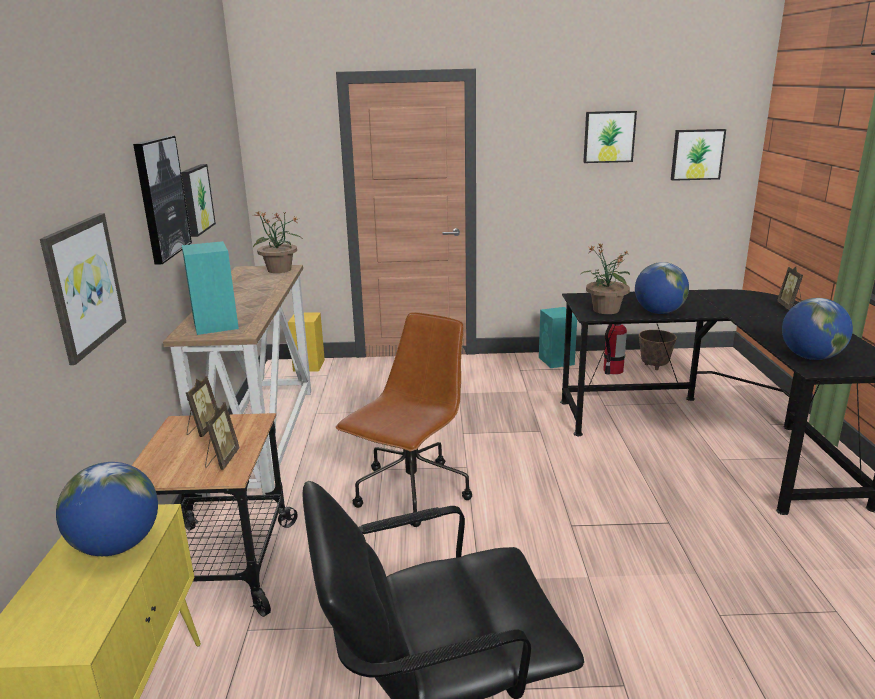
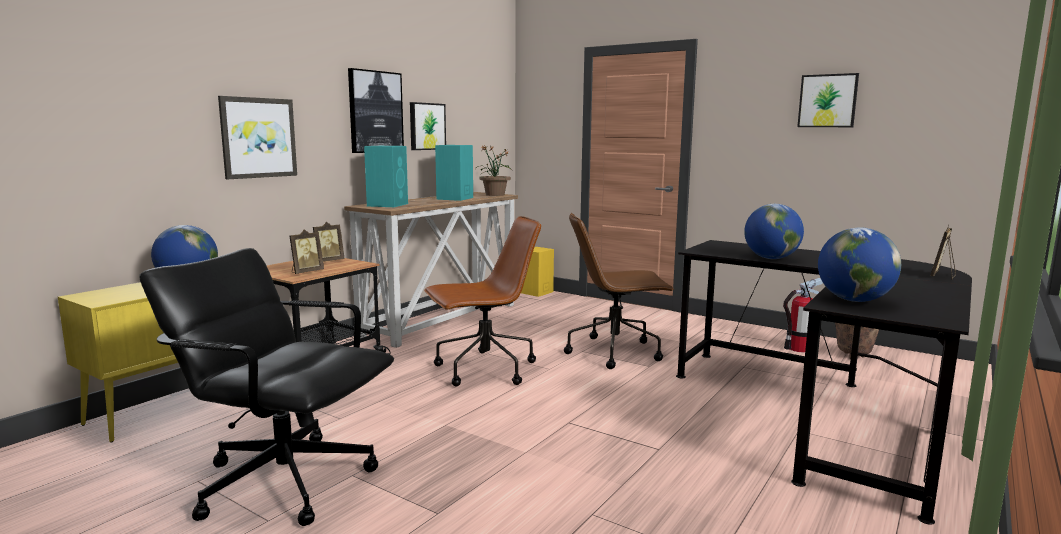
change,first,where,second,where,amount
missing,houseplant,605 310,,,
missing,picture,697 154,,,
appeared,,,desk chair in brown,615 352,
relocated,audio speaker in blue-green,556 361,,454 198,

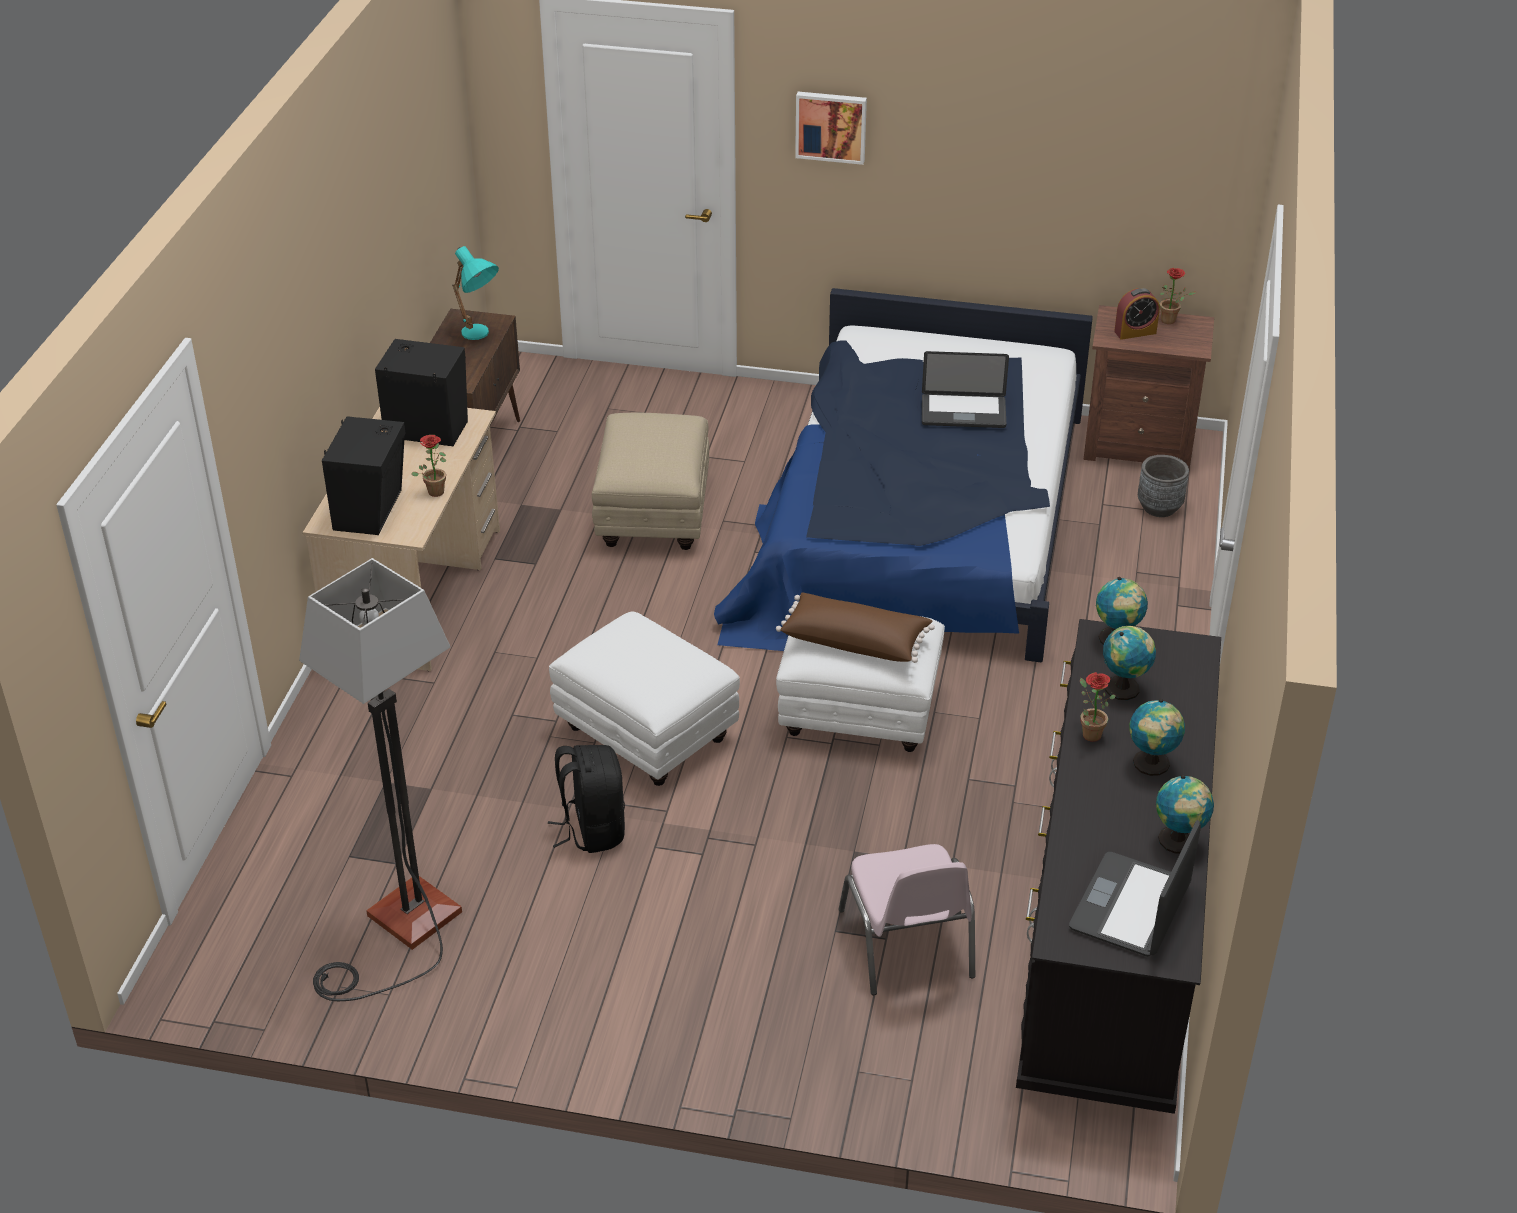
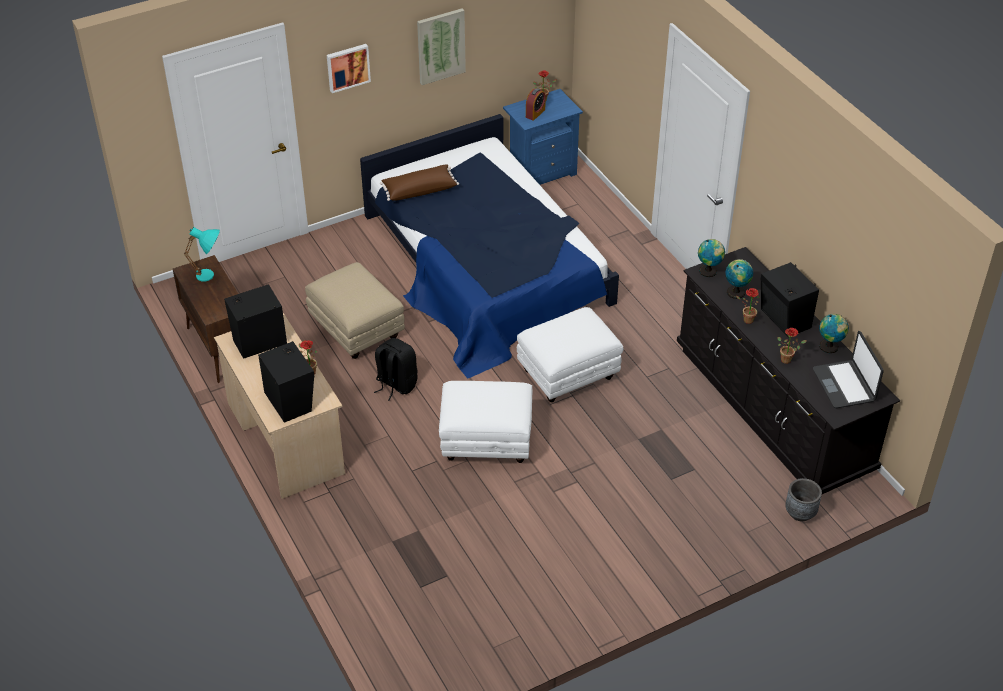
change,first,where,second,where,amount
missing,standing lamp,401 931,,,
missing,chair in pink,907 945,,,
missing,portable computer,963 412,,,
appeared,,,picture,440 46,
appeared,,,houseplant,788 359,
relocated,knapsack in black,592 829,,395 384,
relocated,pillow in brown,855 640,,419 190,
relocated,flower pot in gray,1159 508,,800 512,
exchanged,world globe,1151 765,audio speaker in black,784 320,
colour,nightstand in brown,1139 446,nightstand in bluish,541 172,

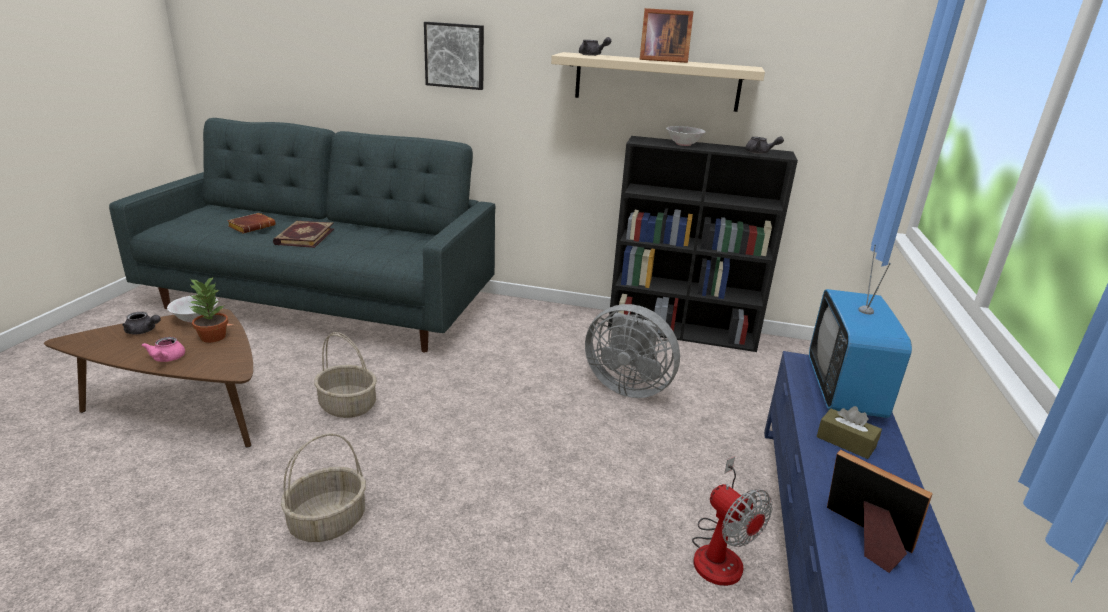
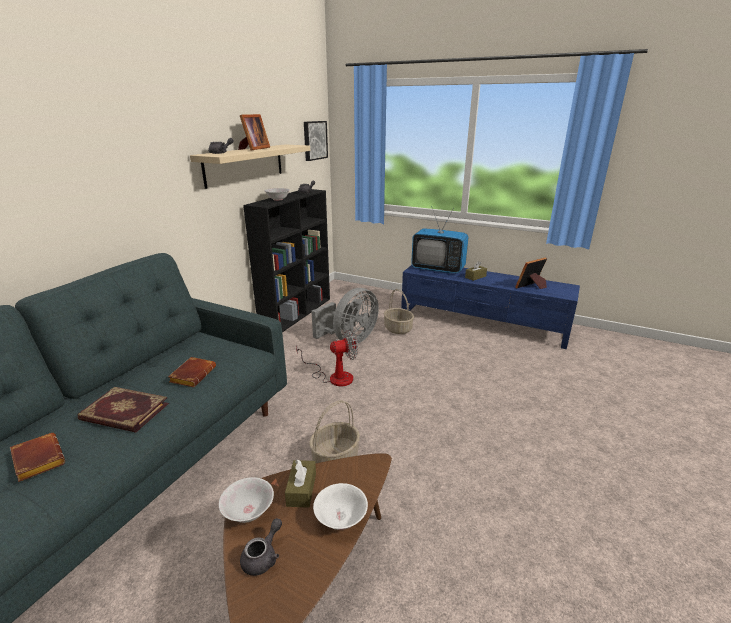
change,first,where,second,where,amount
appeared,,,book in brown,193 374,
relocated,basket,327 523,,398 329,
relocated,picture,455 55,,314 140,
relocated,electric fan,719 552,,334 376,
exchanged,teapot in pink,166 359,bowl in white-coloured,341 518,
exchanged,houseplant,212 337,box of tissues in brown,301 489,

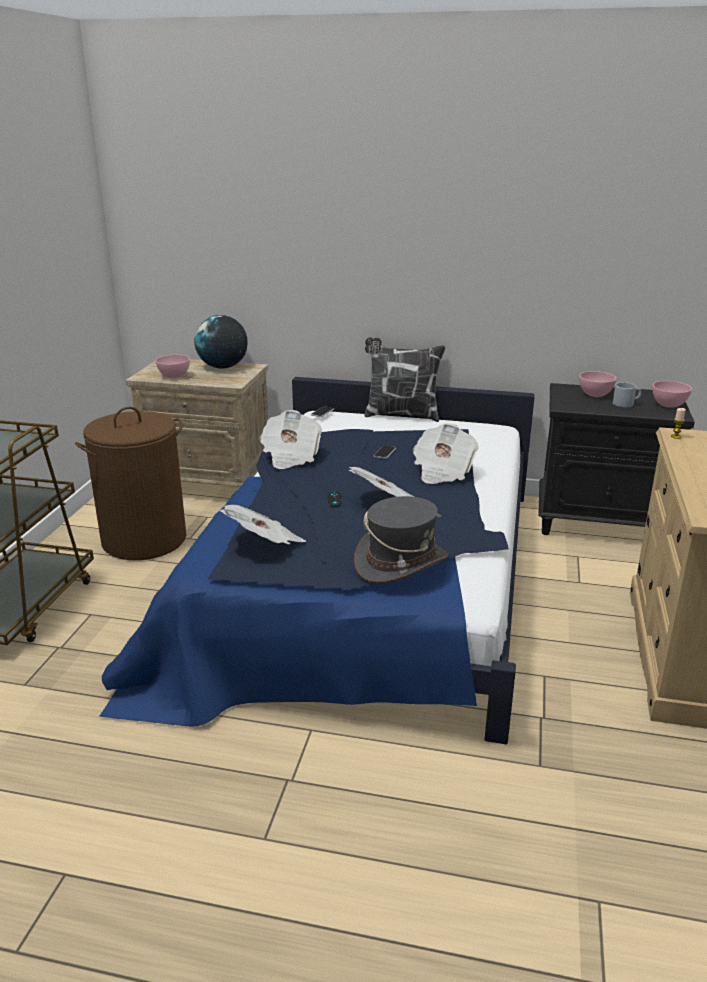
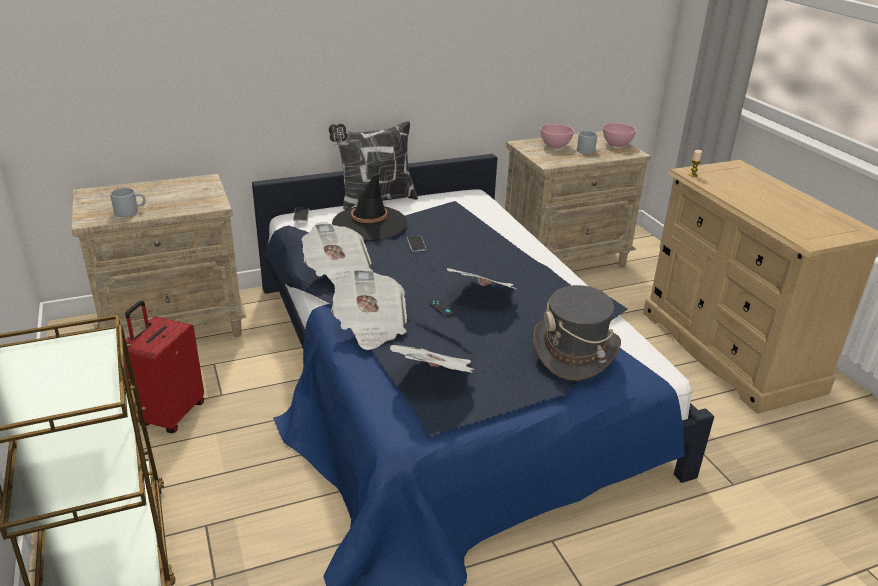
change,first,where,second,where,amount
missing,world globe,223 367,,,
appeared,,,hat in black,369 224,
relocated,daily paper,442 471,,370 327,
exchanged,hamper in brown,144 539,suitcase in reddish,170 414,
exchanged,bowl in pink,174 376,mug in gray,130 211,
colour,nightstand in black,601 523,nightstand in beige-coloured,565 258,

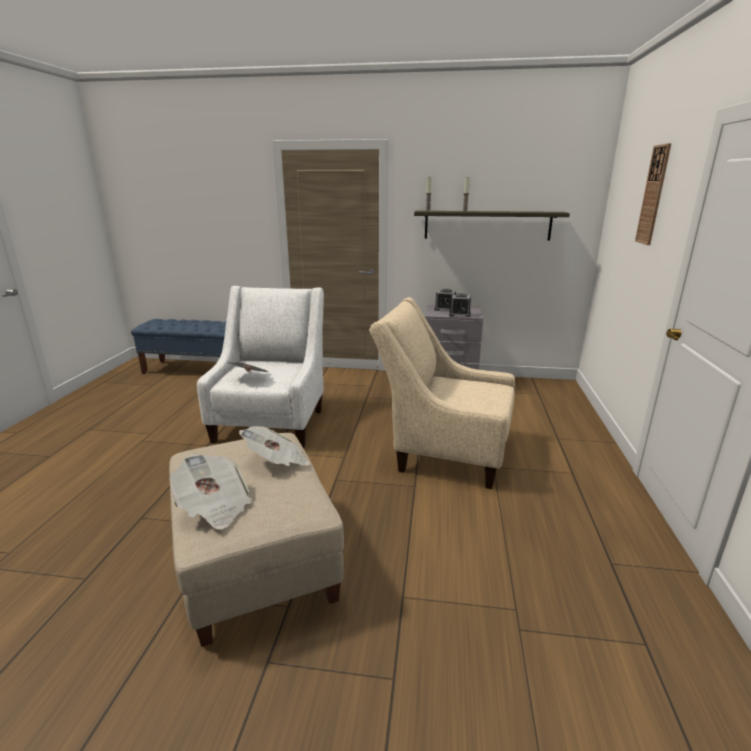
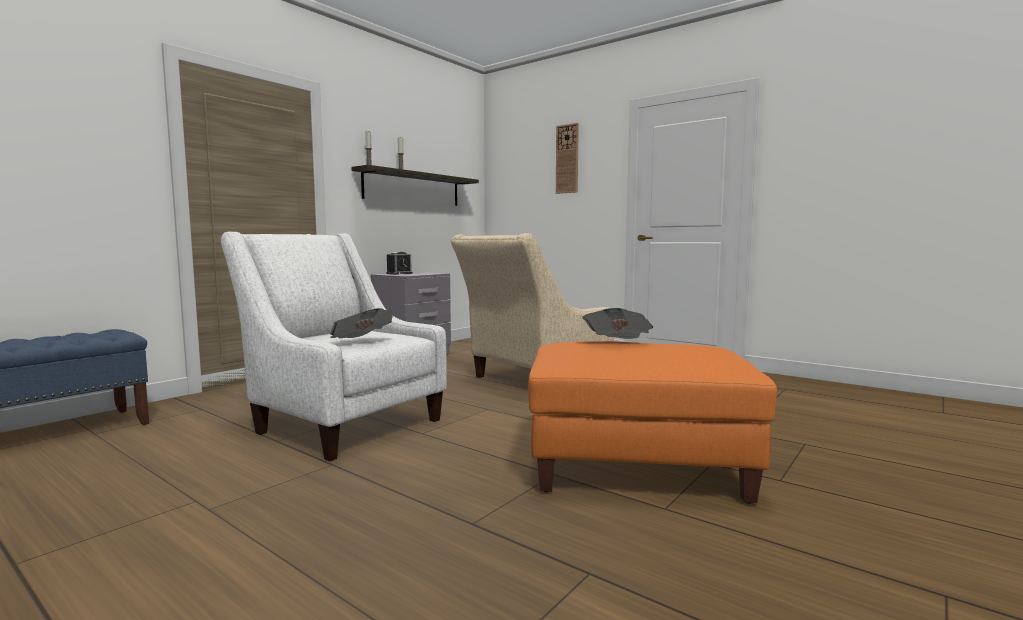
change,first,where,second,where,amount
missing,daily paper,214 506,,,
missing,table clock,459 314,,,
colour,footrest in beige-coloured,256 562,footrest in orange,637 467,

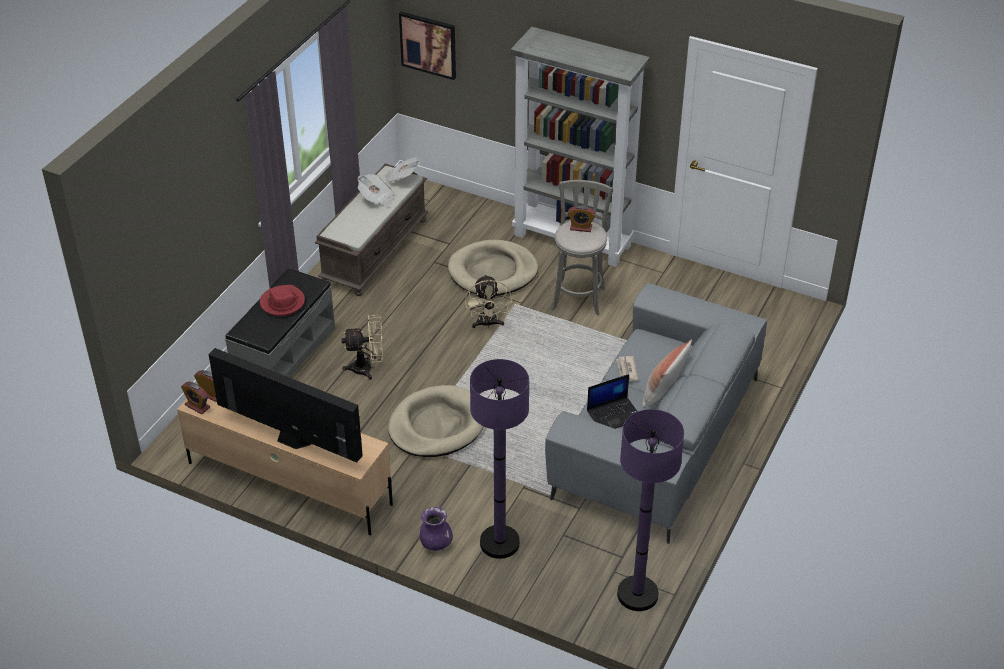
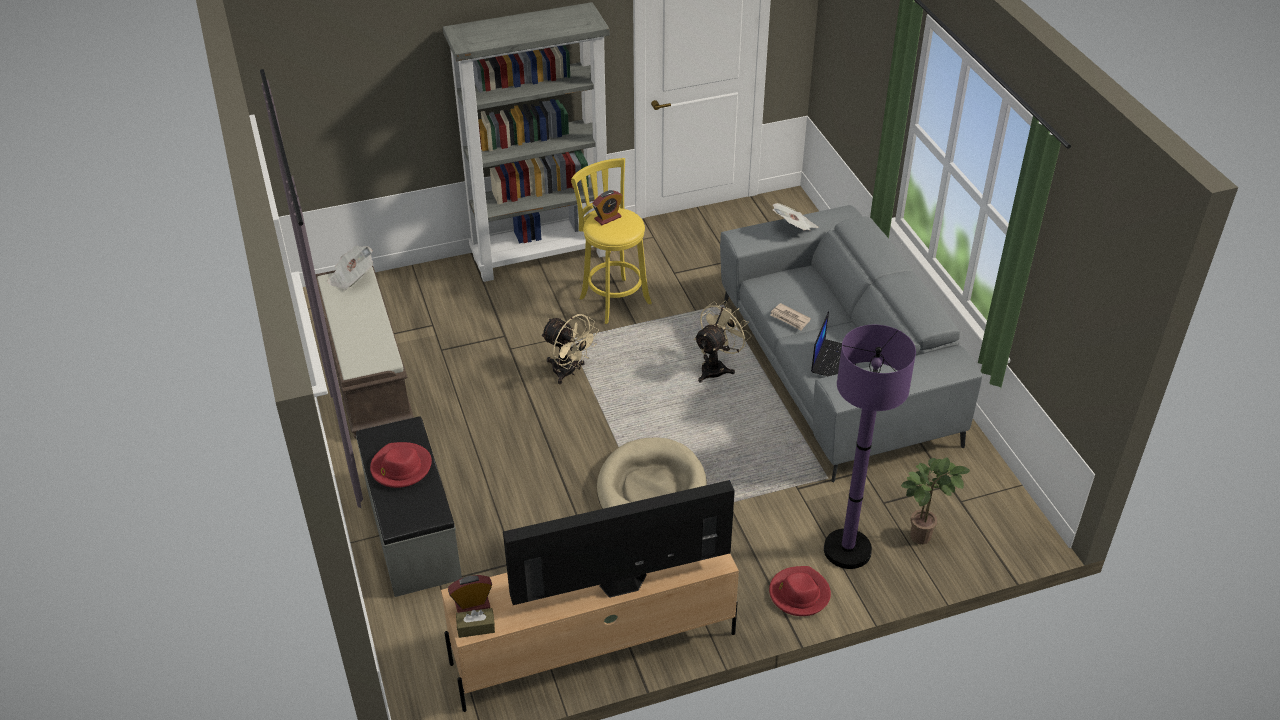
change,first,where,second,where,amount
missing,picture,428 44,,,
missing,dog cushion in beige-coloured,493 272,,,
missing,standing lamp in purple,637 594,,,
missing,pillow,663 393,,,
appeared,,,houseplant,922 534,
relocated,electric fan in beige-coloured,367 368,,717 367,
relocated,daily paper,377 198,,794 227,
exchanged,table clock,197 406,box of tissues in brown,476 627,
exchanged,vase in purple,436 543,hat in reddish,799 593,
colour,sitting stool in gray,578 296,sitting stool in yellow,613 298,

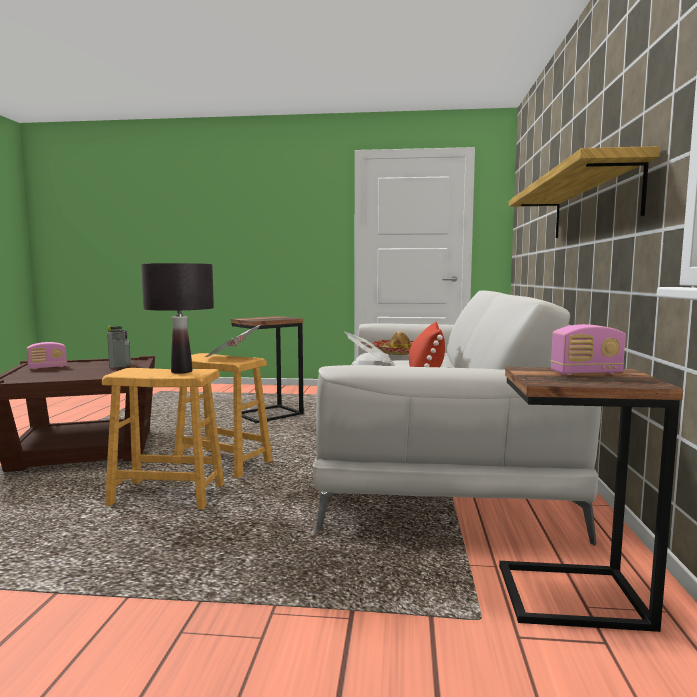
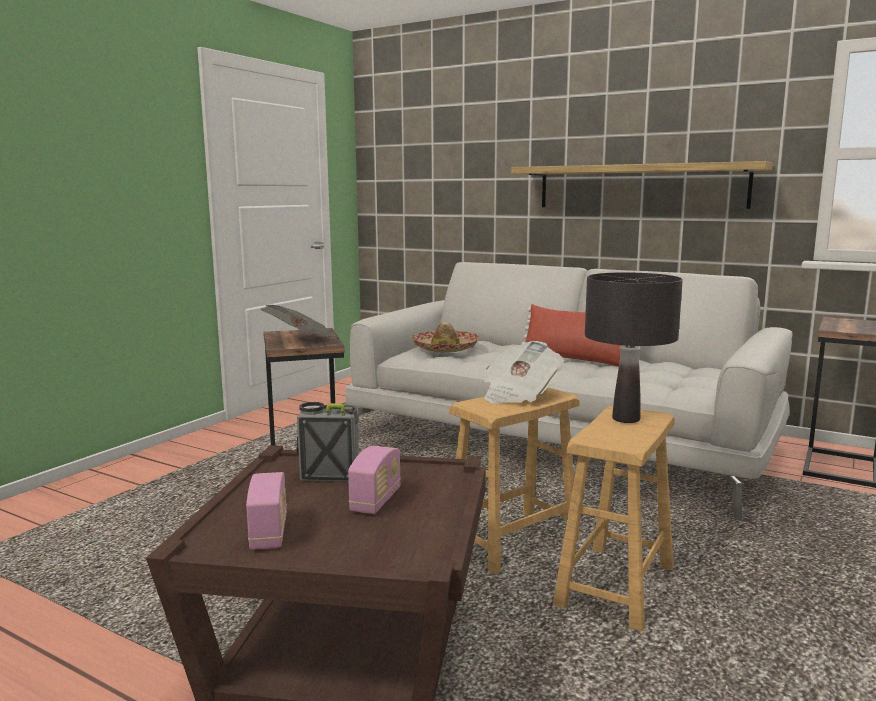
change,first,where,second,where,amount
relocated,daily paper,369 361,,301 341,
relocated,radio receiver,586 373,,376 501,

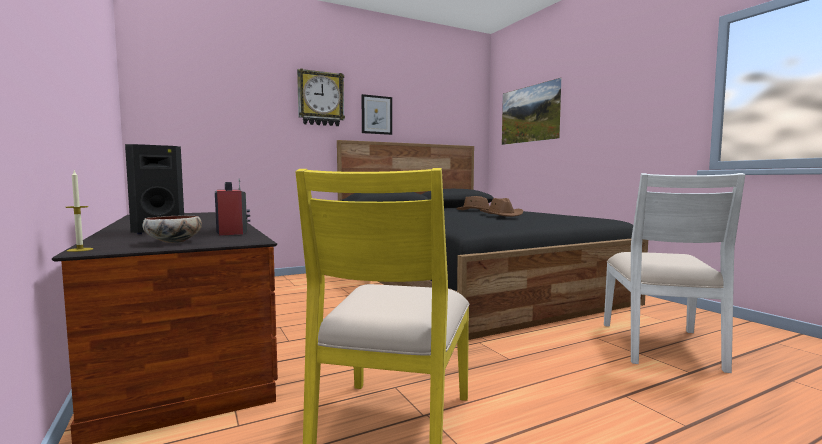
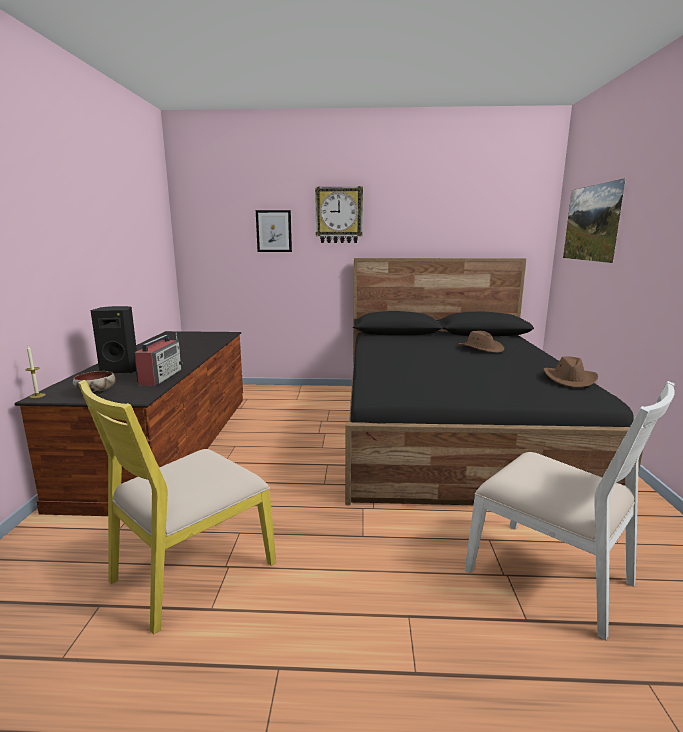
change,first,where,second,where,amount
relocated,picture,376 115,,274 231,
relocated,hat in brown,502 215,,569 379,
spun,chair in white-coloured,661 346,,551 575,90 degrees counterclockwise

